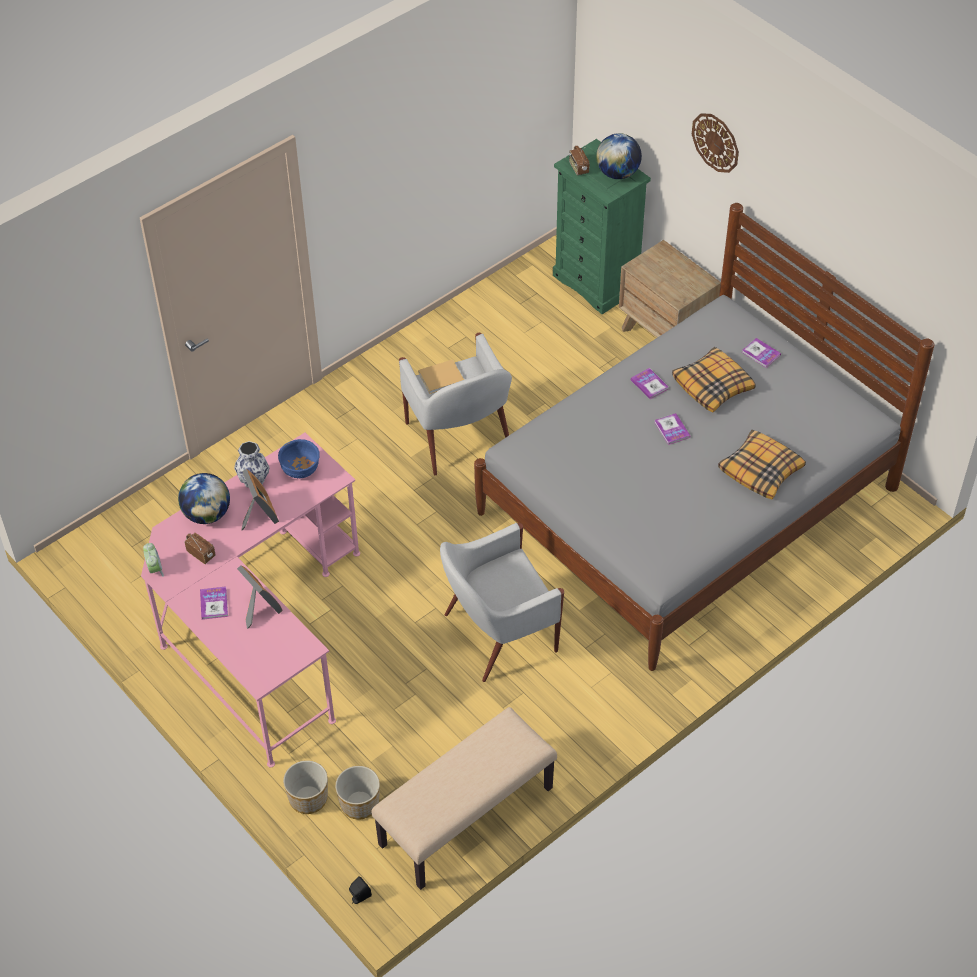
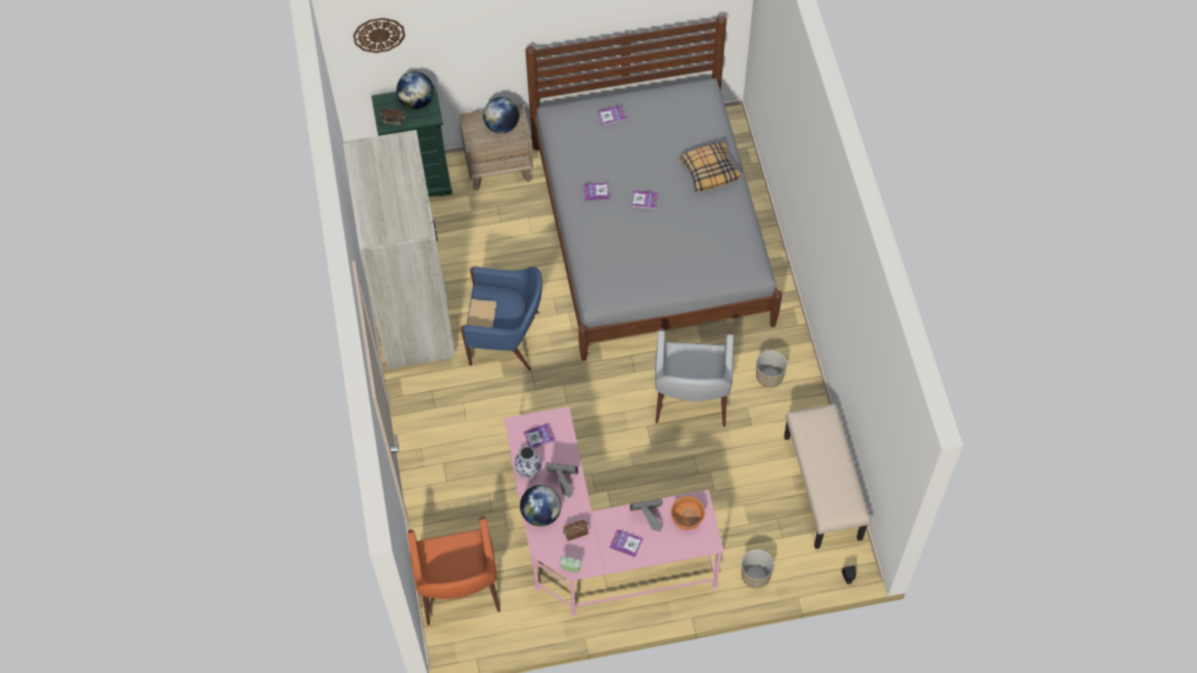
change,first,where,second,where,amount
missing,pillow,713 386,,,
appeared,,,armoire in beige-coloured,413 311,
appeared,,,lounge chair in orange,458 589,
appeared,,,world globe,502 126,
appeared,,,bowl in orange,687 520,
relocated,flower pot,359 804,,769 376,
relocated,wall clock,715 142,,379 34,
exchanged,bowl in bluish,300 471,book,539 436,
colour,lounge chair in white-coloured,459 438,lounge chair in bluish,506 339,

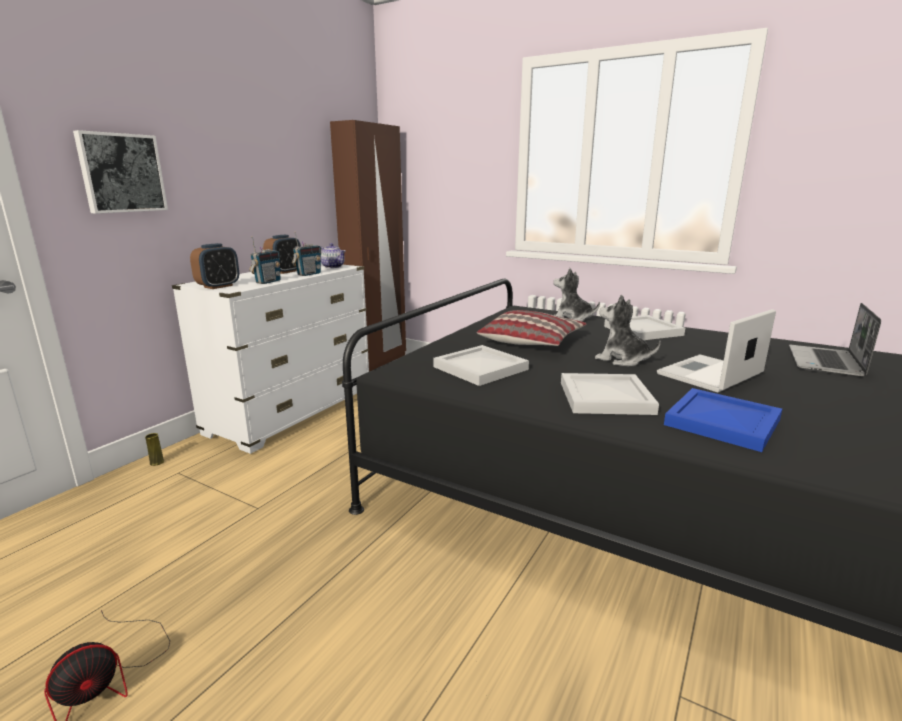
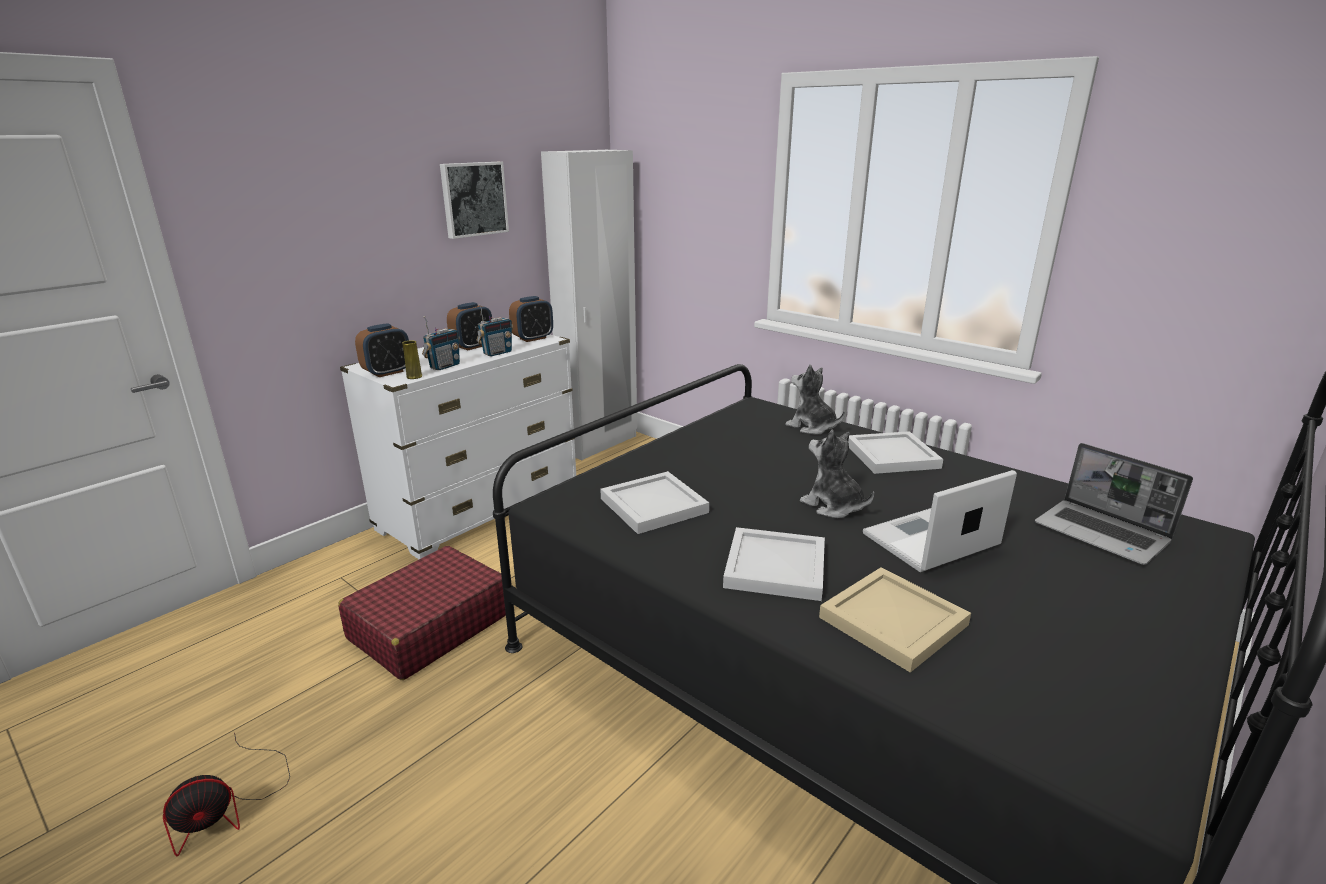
change,first,where,second,where,amount
missing,pillow,532 341,,,
appeared,,,suitcase in reddish,429 626,
relocated,picture,121 173,,473 199,
relocated,vase in yellow,157 462,,414 376,
exchanged,teapot,333 266,table clock,533 338,
colour,armoire in brown,377 364,armoire in white-coloured,600 444,
colour,tray in bluish,723 423,tray in beige-coloured,893 622,
spun,portable computer,826 363,,1103 534,75 degrees counterclockwise

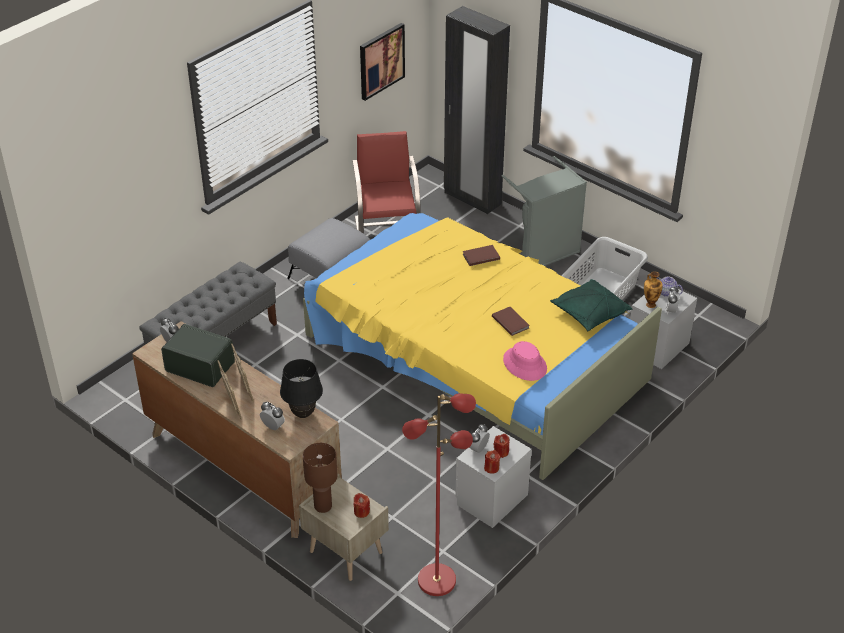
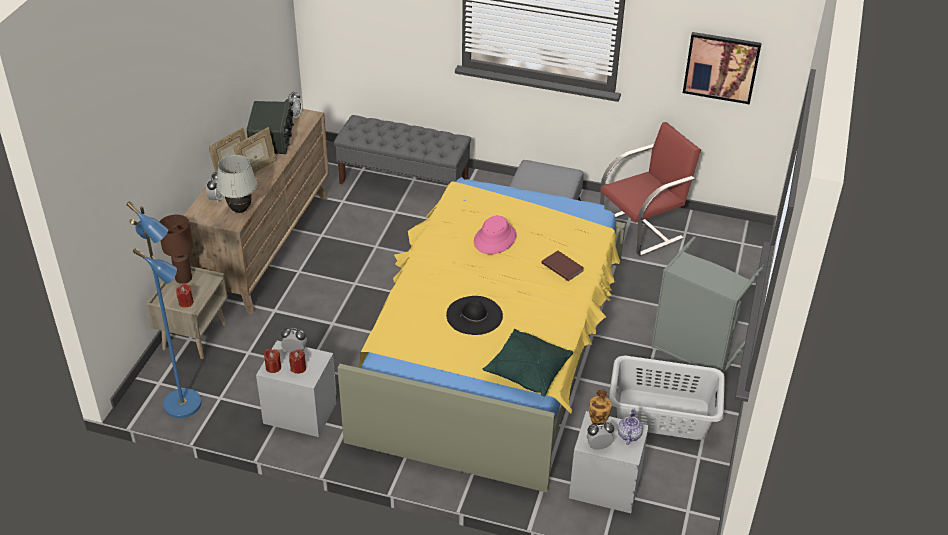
change,first,where,second,where,amount
missing,armoire in black,472 198,,,
relocated,hat in pink,525 364,,495 239,
exchanged,book in brown,511 322,hat in black,474 315,
colour,lamp for a table in black,303 414,lamp for a table in white-coloured,240 209,
colour,standing lamp in reddish,437 579,standing lamp in bluish,184 404,

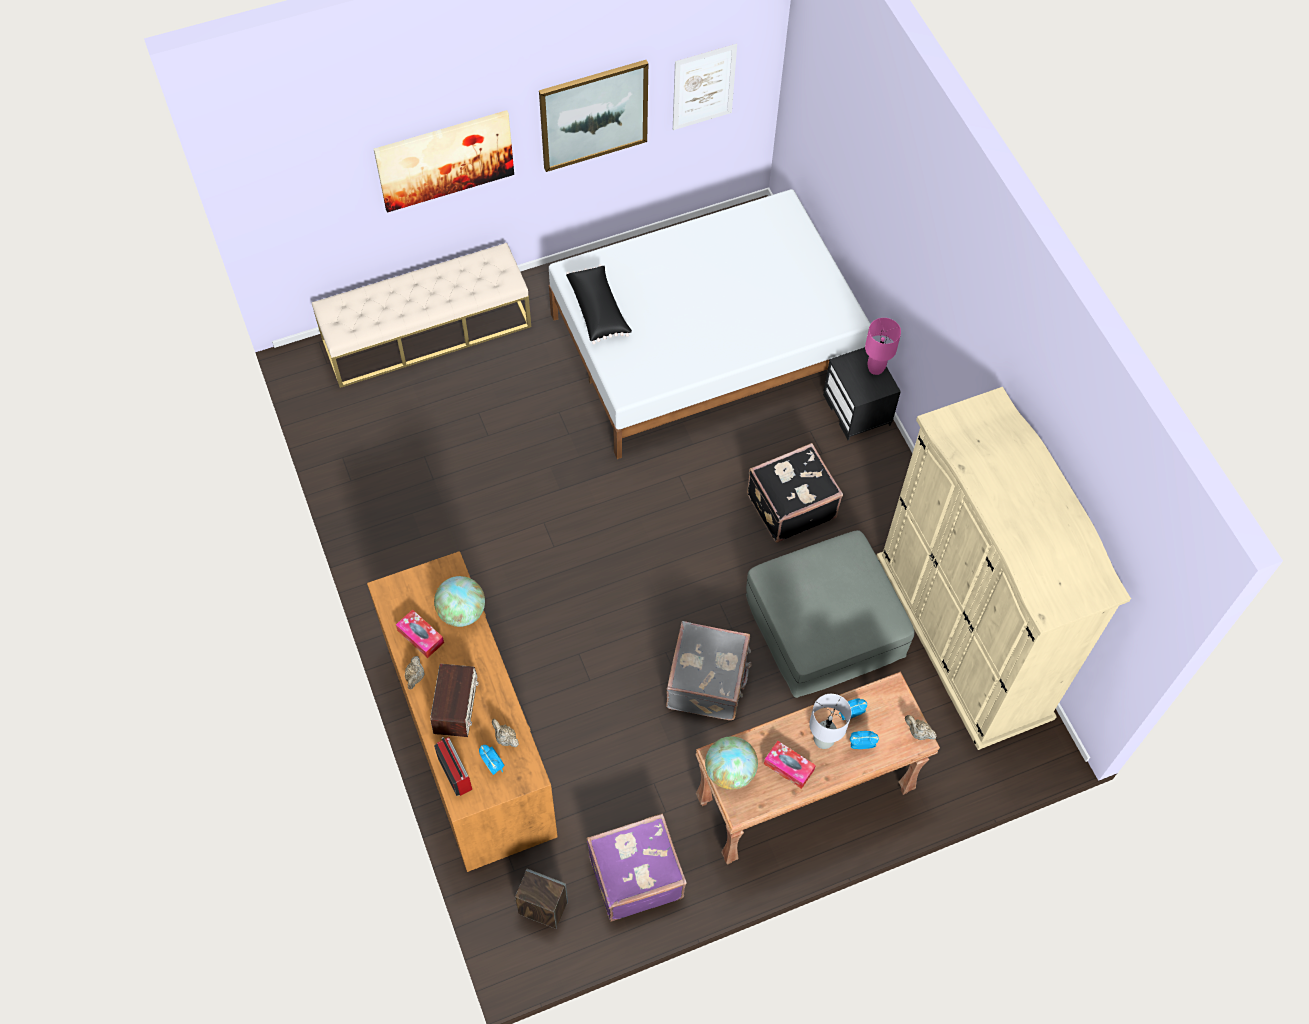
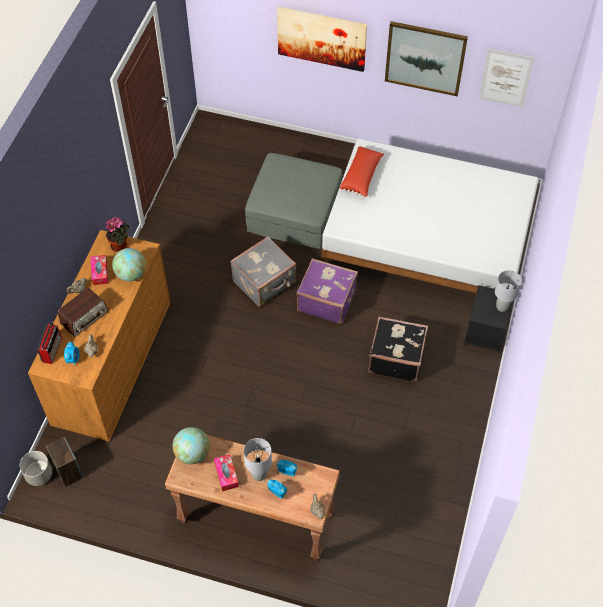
change,first,where,second,where,amount
missing,indoor bench in beige-coloured,427 332,,,
missing,armoire in beige-coloured,963 636,,,
appeared,,,flower pot in gray,39 475,
appeared,,,houseplant,120 245,
relocated,suitcase in purple,634 875,,326 300,
relocated,suitcase in gray,708 682,,265 282,
relocated,footrest in gray,825 625,,295 212,
colour,pillow in black,598 310,pillow in reddish,362 176,
colour,lamp for a table in pink,876 368,lamp for a table in gray,502 307,

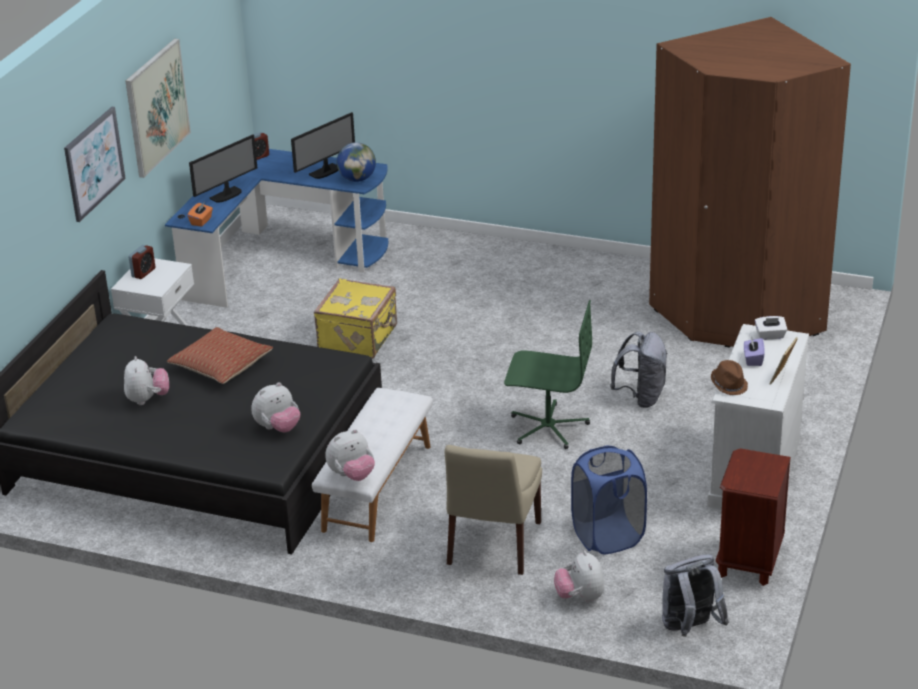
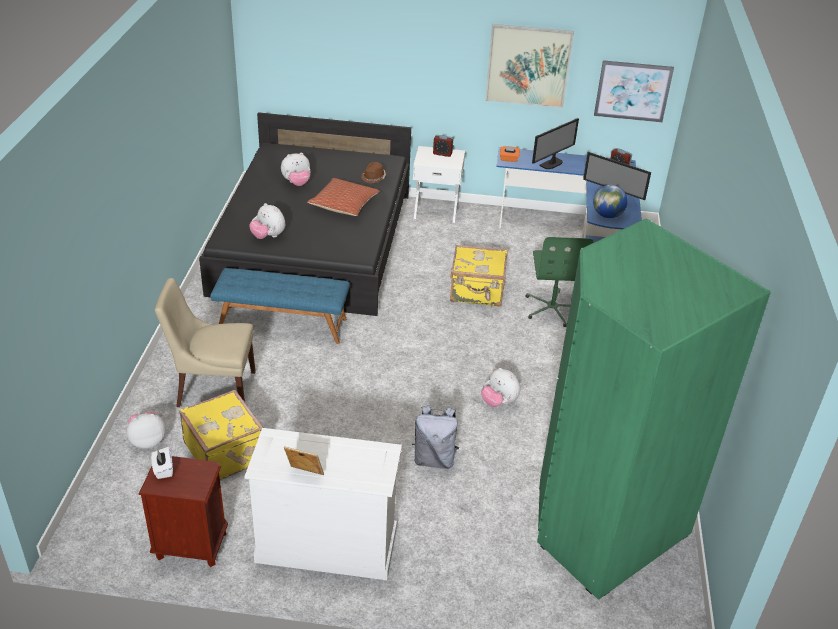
change,first,where,second,where,amount
missing,knapsack in gray,690 628,,,
missing,box of tissues in purple,753 359,,,
relocated,picture,94 163,,633 91,
relocated,plush toy,352 475,,499 402,
relocated,desk chair in greenish,548 427,,552 308,
relocated,hat in brown,729 385,,373 177,
relocated,box of tissues in white-coloured,770 336,,163 469,
exchanged,hamper in bluish,608 536,suitcase in yellow,226 451,
colour,indoor bench in white-coloured,376 487,indoor bench in bluish,283 323,
colour,armoire in brown,737 316,armoire in greenish,601 523,
spun,monitor,227 195,,552 164,75 degrees counterclockwise

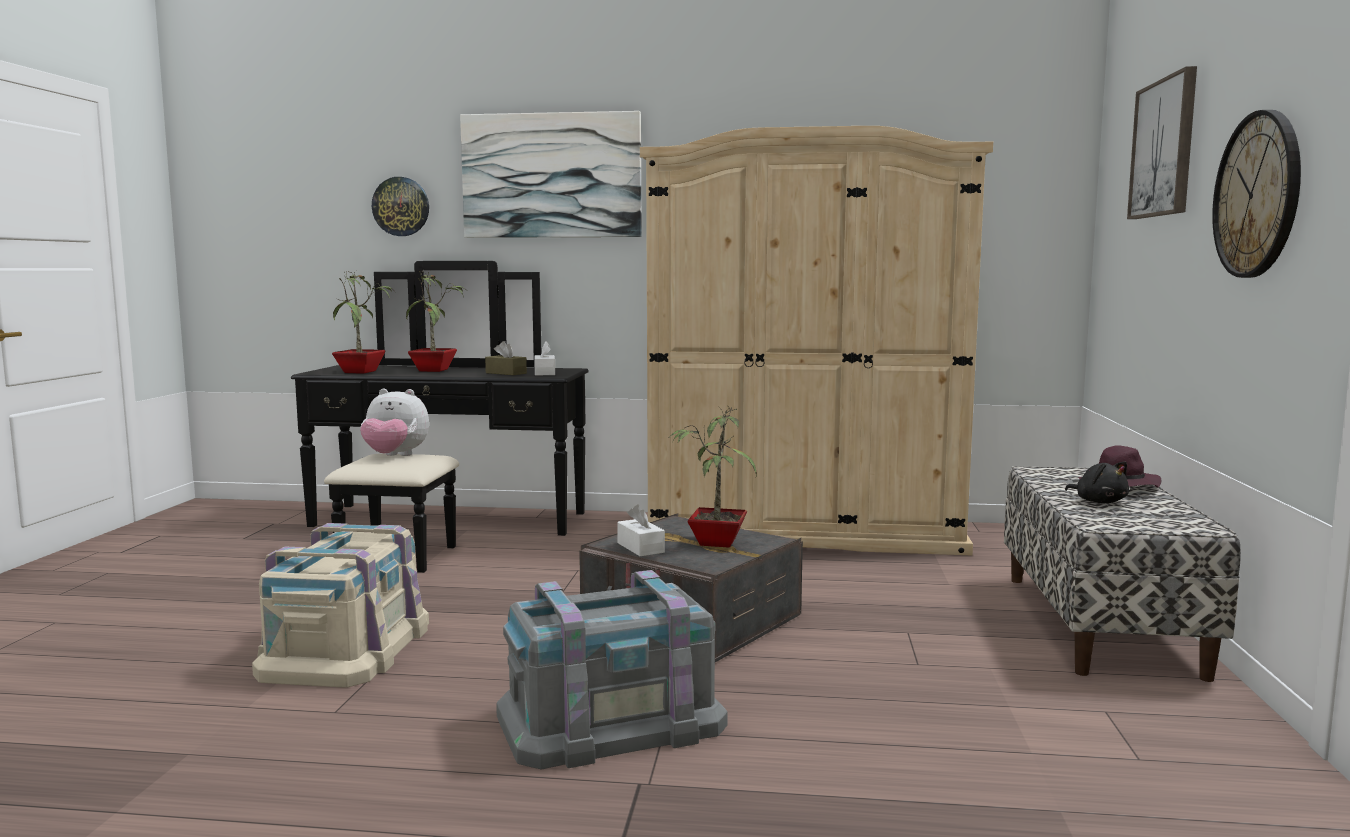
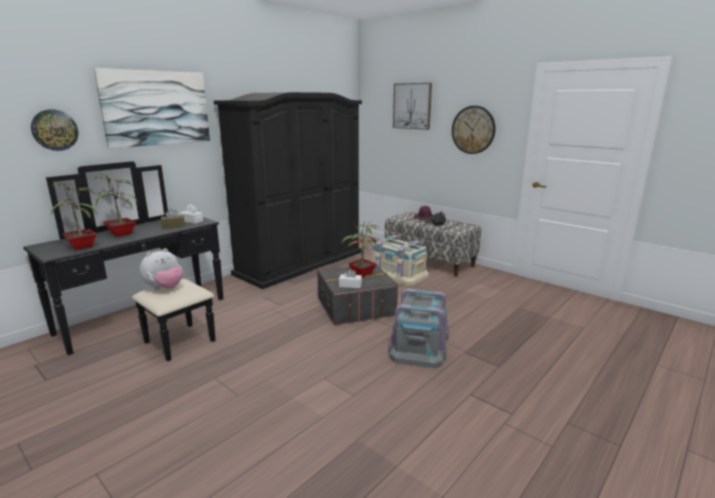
change,first,where,second,where,amount
relocated,storage container in beige-coloured,346 647,,398 274,
colour,armoire in beige-coloured,803 532,armoire in black,300 263,

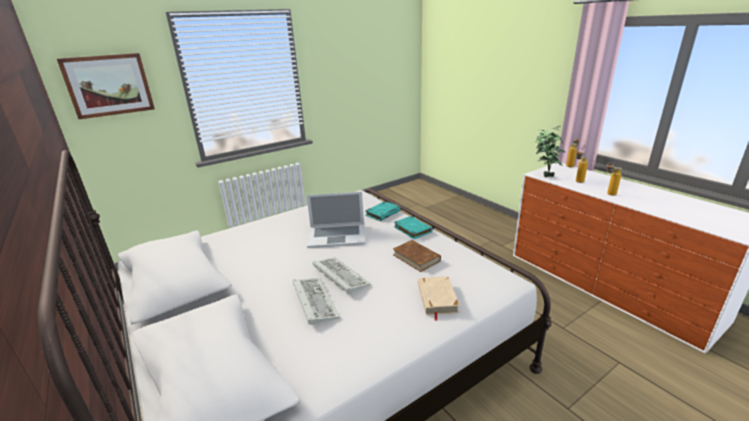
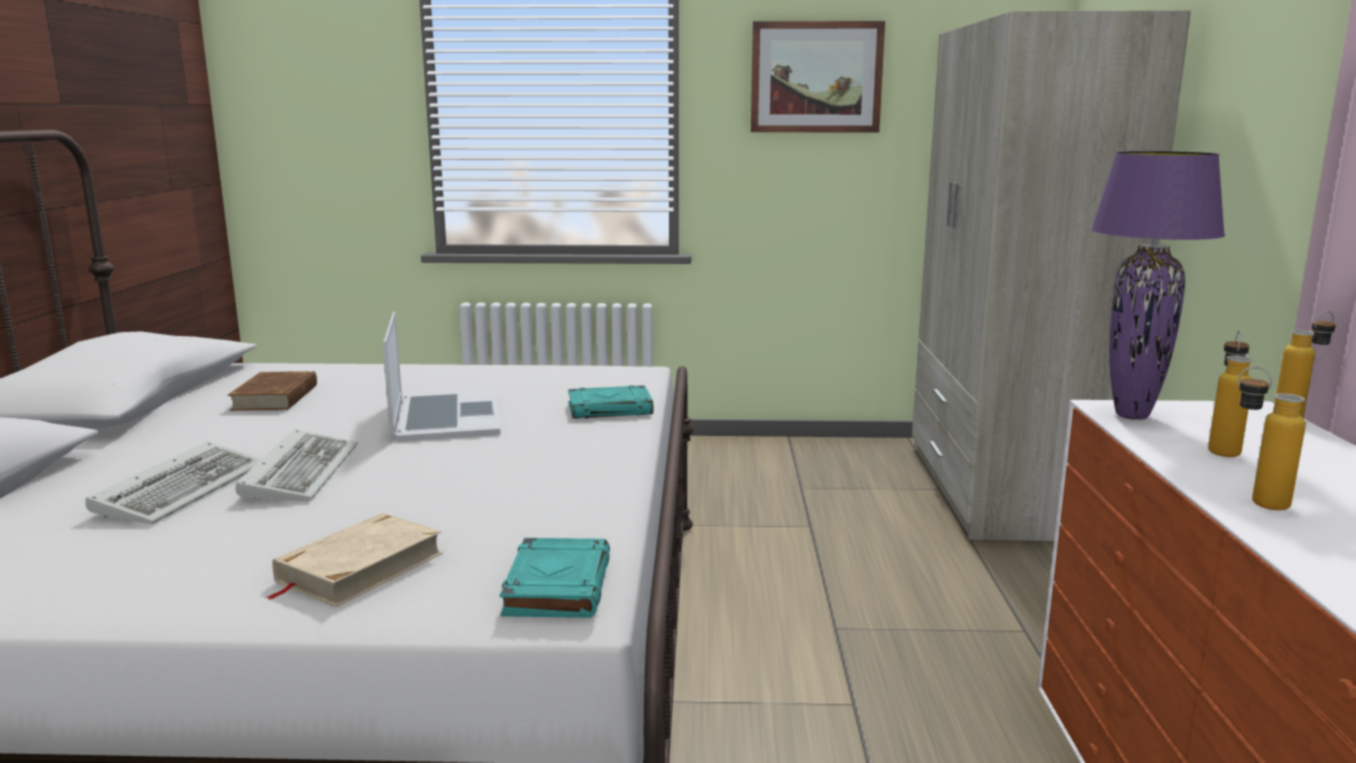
change,first,where,second,where,amount
appeared,,,armoire in beige-coloured,1001 490,
relocated,picture,109 85,,816 77,
relocated,book in brown,416 258,,276 397,
relocated,book in blue-green,412 229,,557 586,
exchanged,houseplant,544 175,lamp for a table in purple,1133 415,
spun,portable computer,337 235,,445 416,135 degrees counterclockwise

